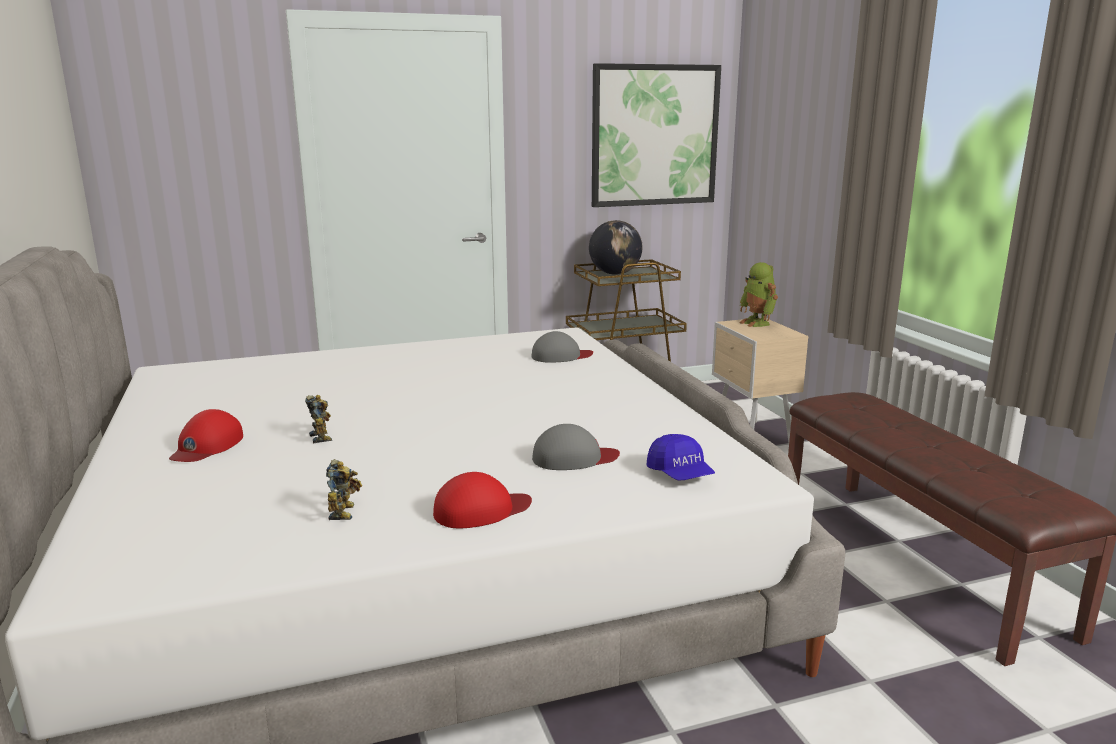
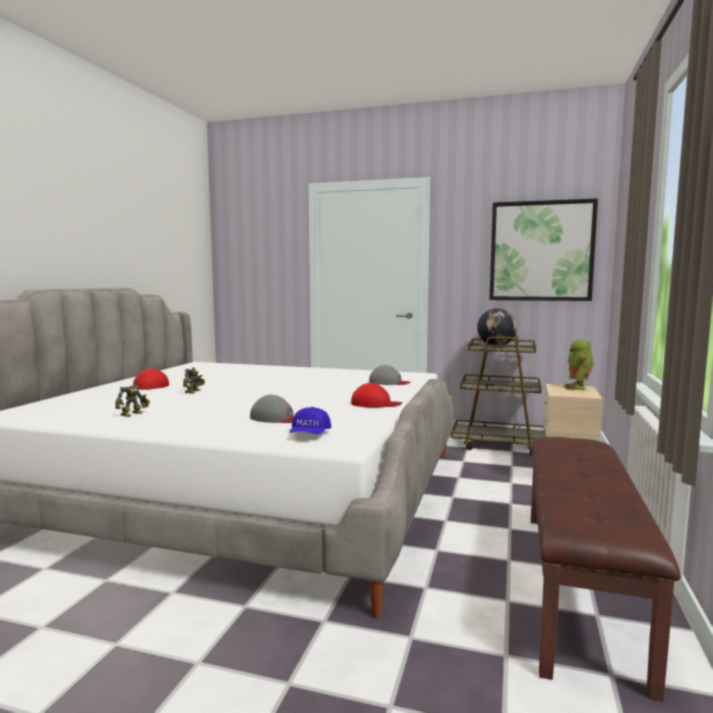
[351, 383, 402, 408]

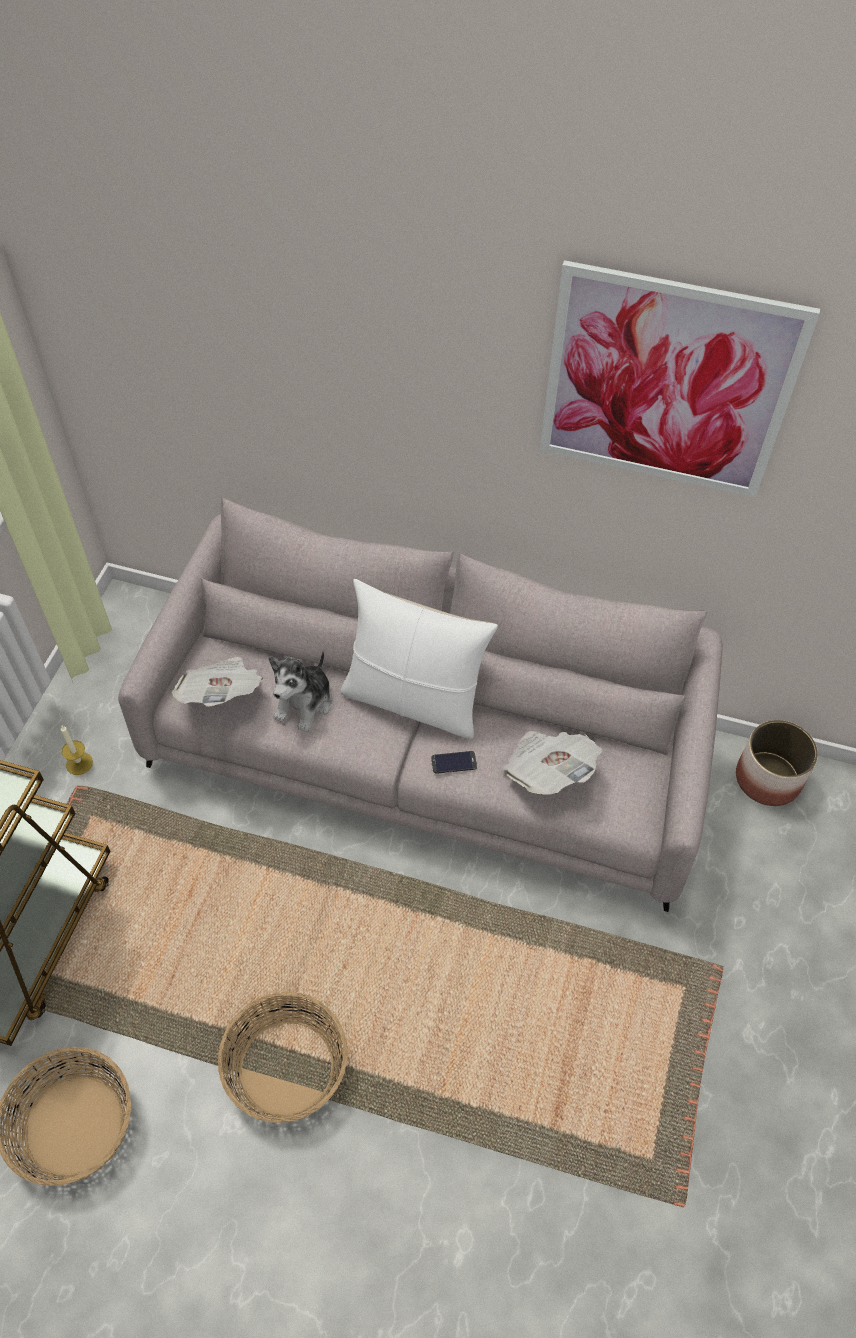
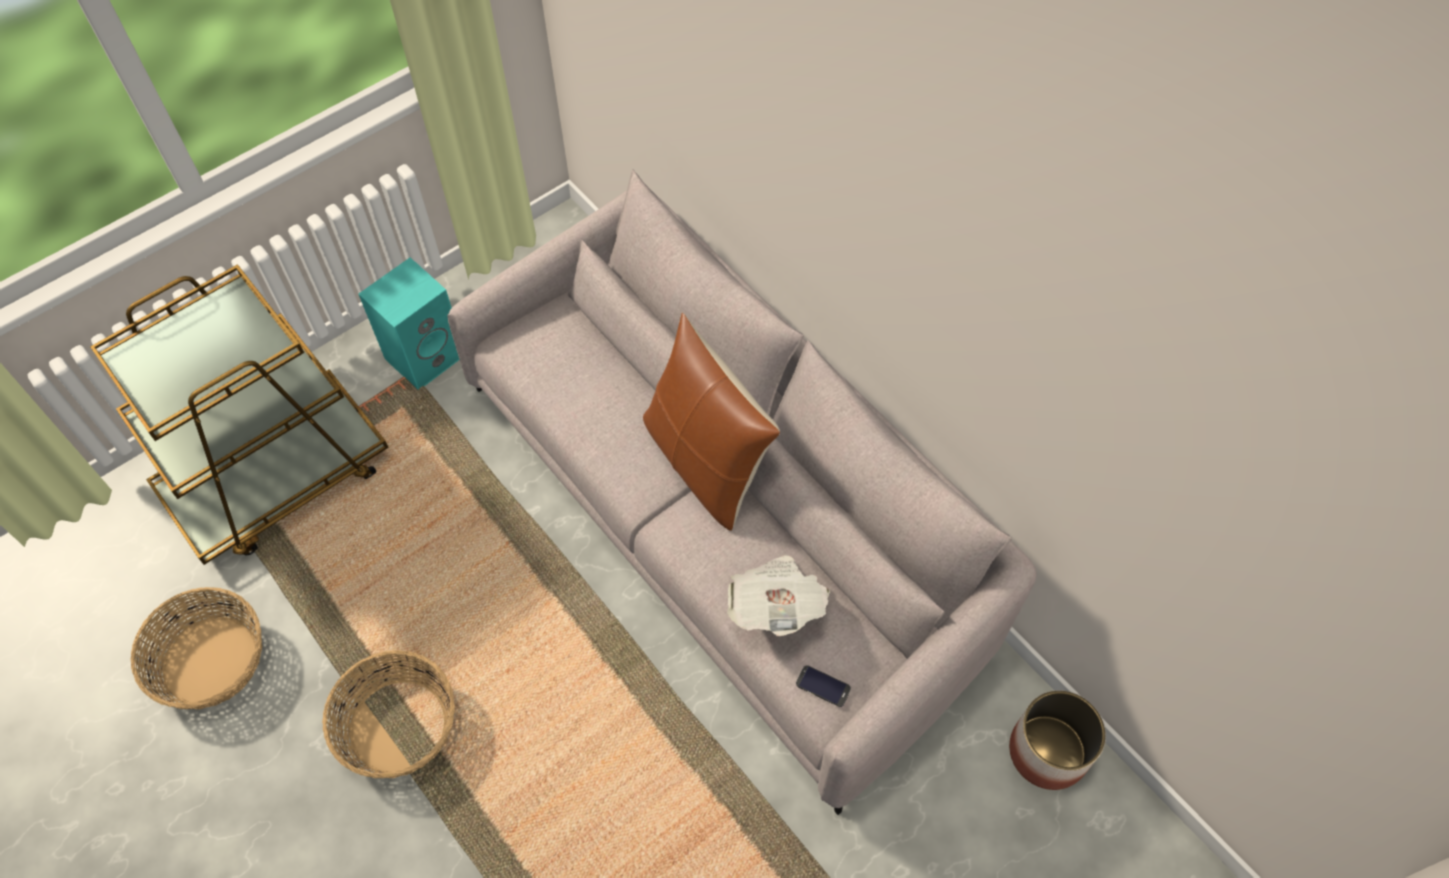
[540, 260, 820, 497] (first image)
[643, 313, 780, 531]
[269, 651, 332, 732] (first image)
[172, 657, 263, 707] (first image)
[359, 258, 459, 389]
[796, 665, 851, 707]

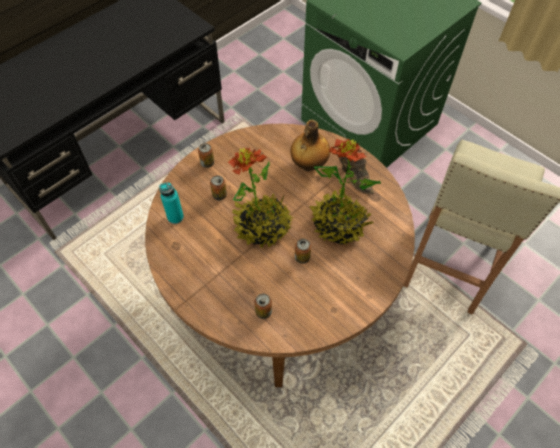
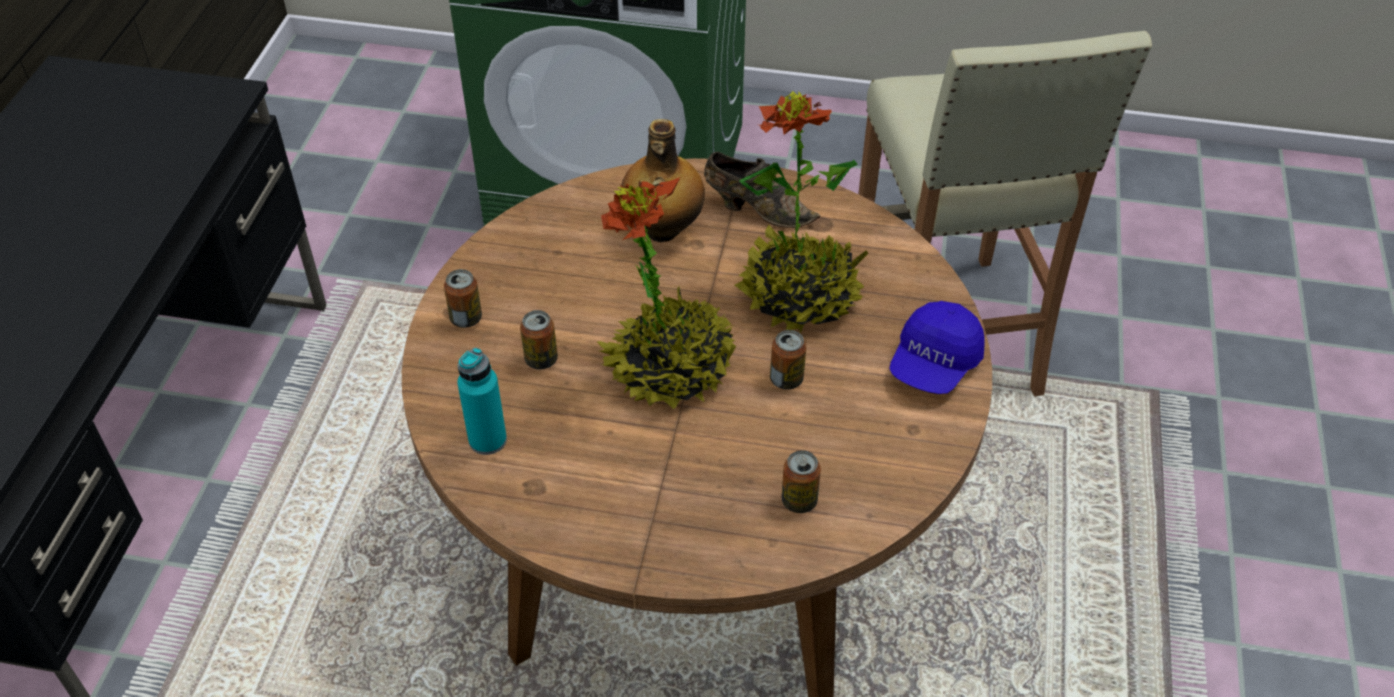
[889, 301, 984, 394]

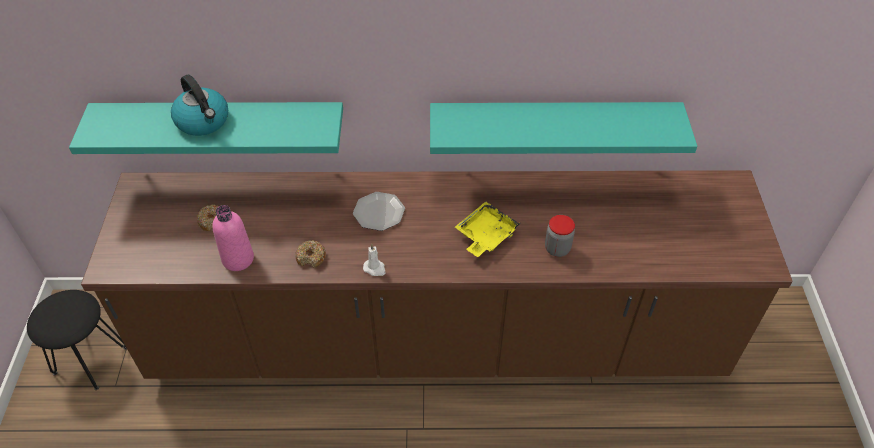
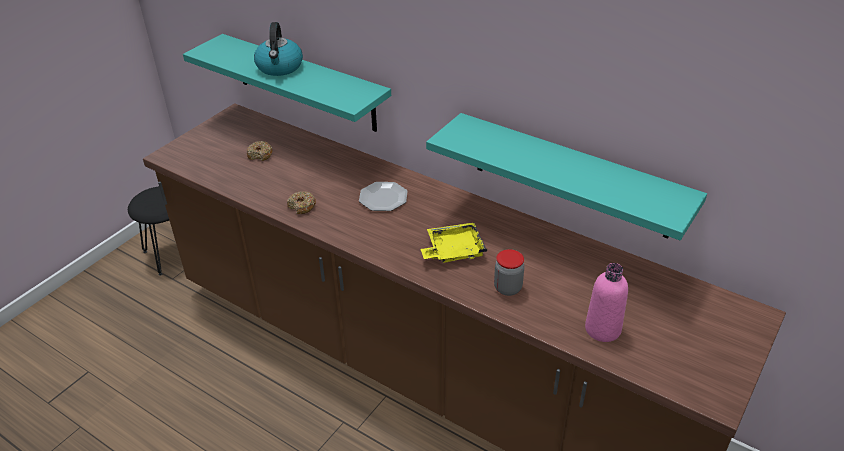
[585, 263, 628, 342]
[363, 244, 386, 276] (first image)

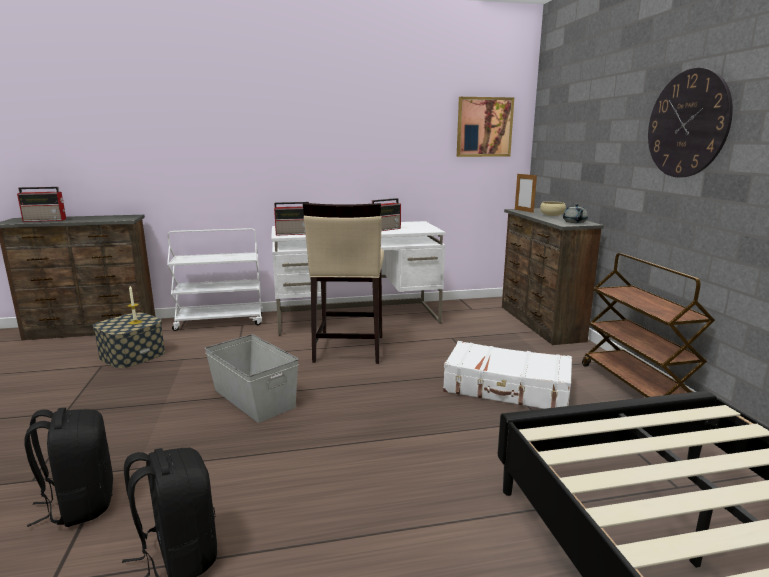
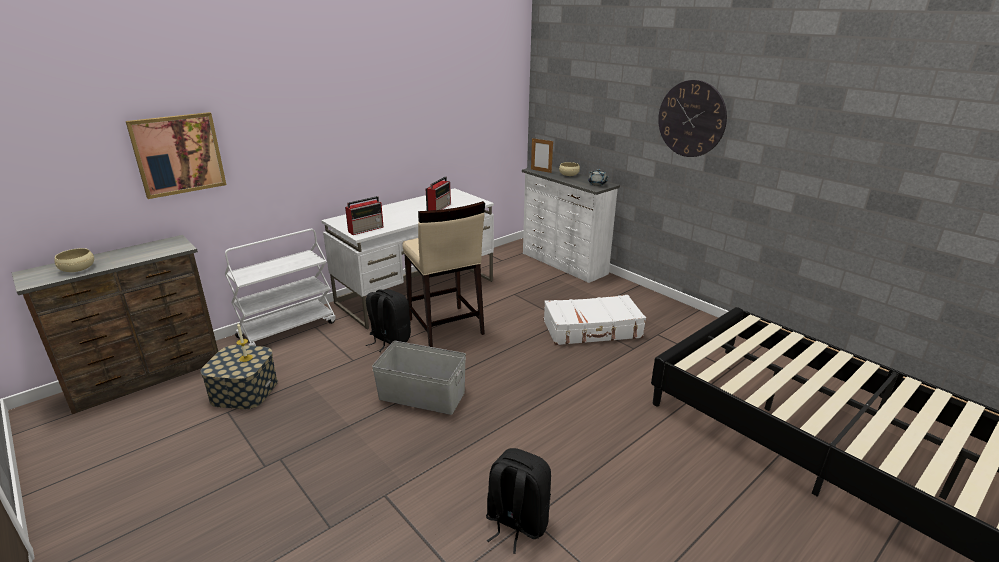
[126, 112, 226, 199]
[54, 248, 94, 272]
[522, 166, 620, 283]
[582, 253, 715, 397] (first image)
[366, 289, 411, 352]

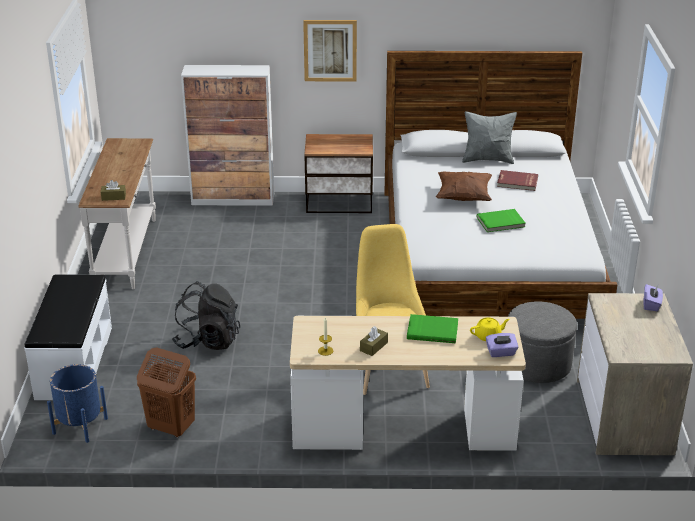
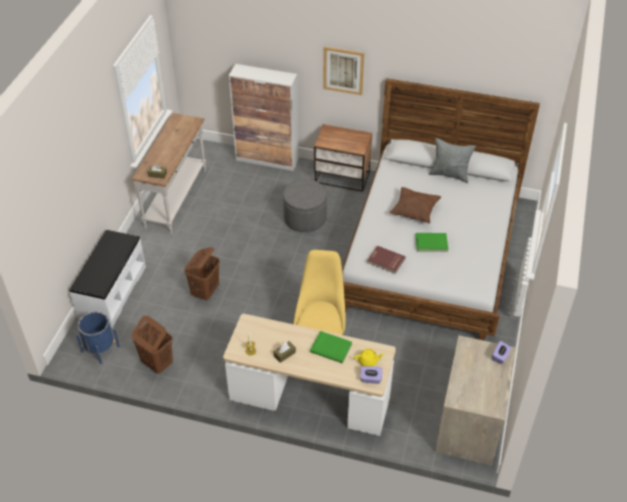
[367, 246, 406, 274]
[184, 247, 220, 300]
[283, 179, 327, 232]

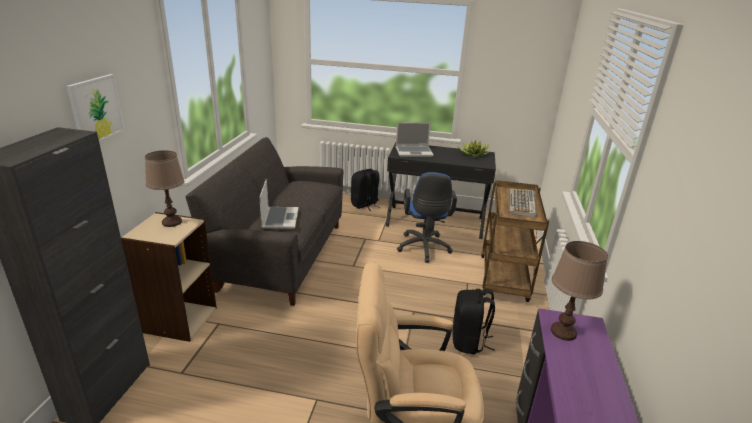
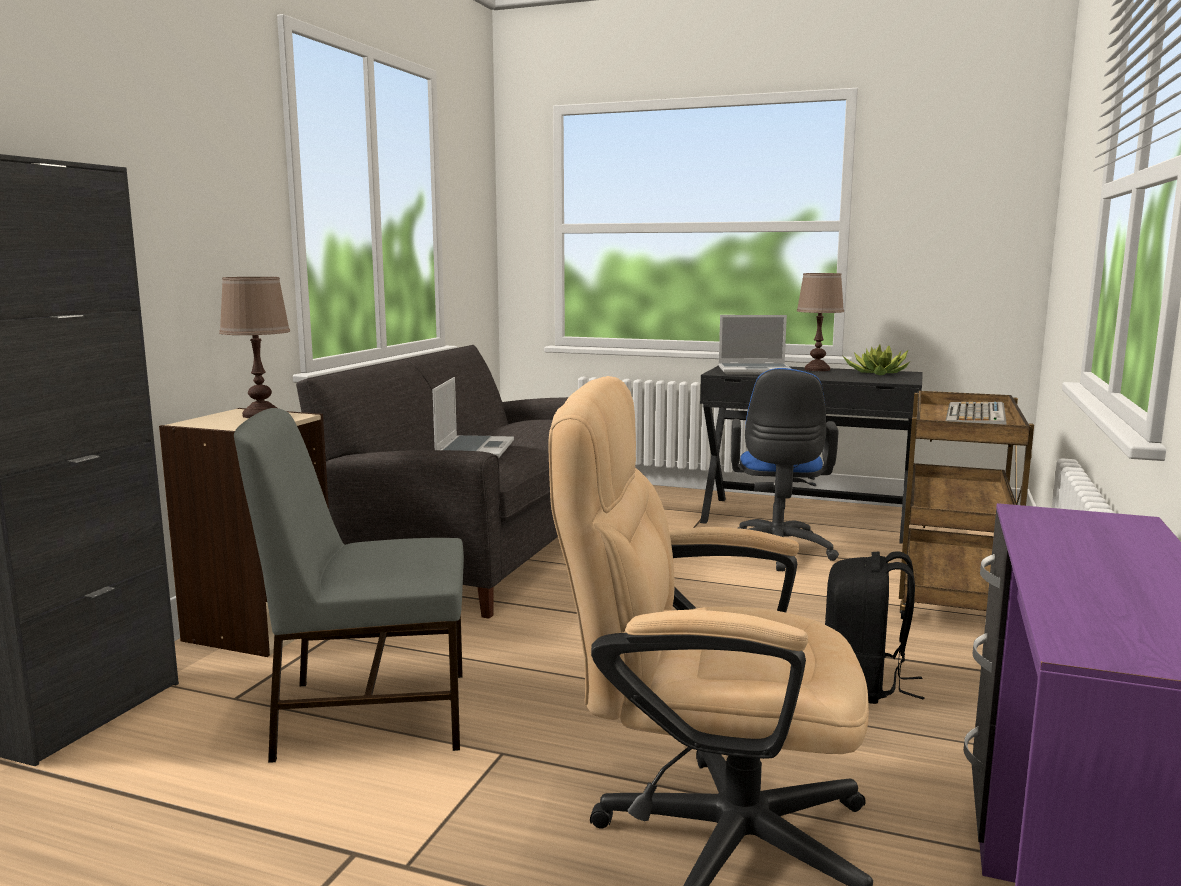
[66, 74, 125, 141] (first image)
[351, 169, 381, 211] (first image)
[797, 273, 844, 371]
[234, 408, 464, 763]

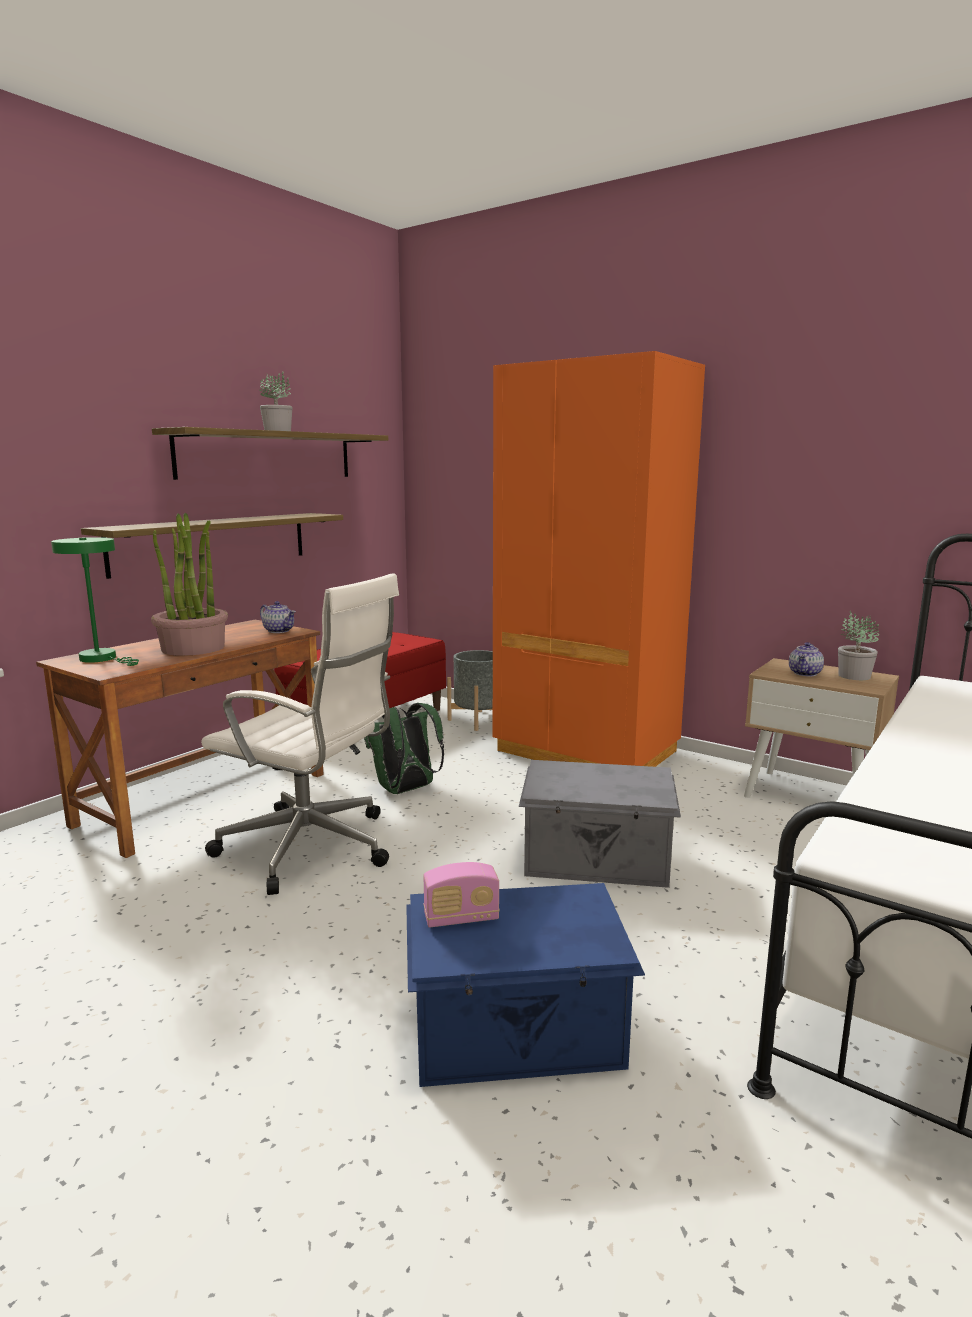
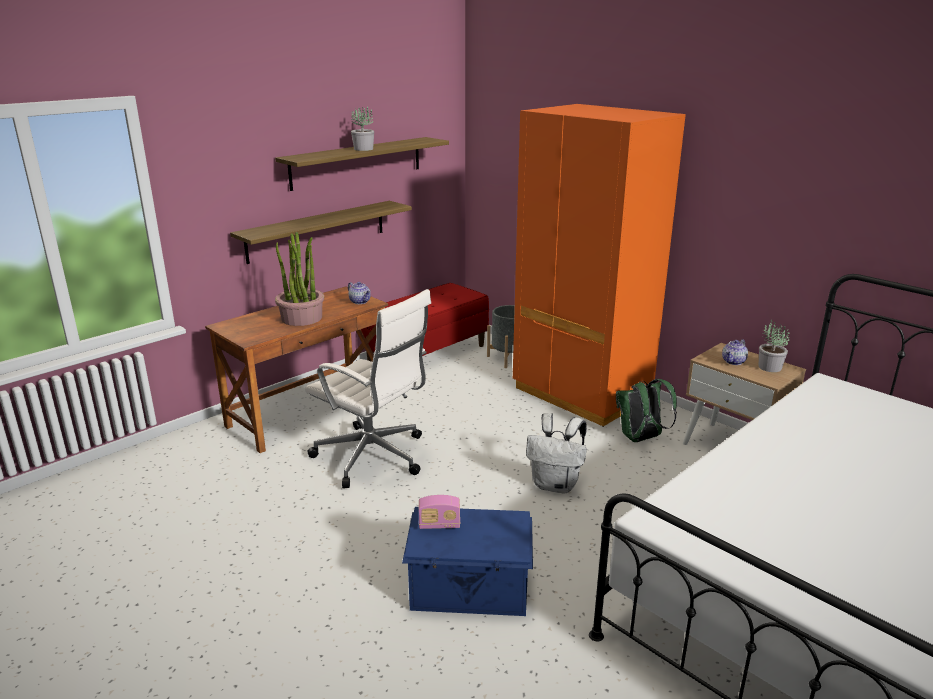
[51, 537, 139, 666] (first image)
[616, 379, 677, 442]
[526, 413, 587, 493]

